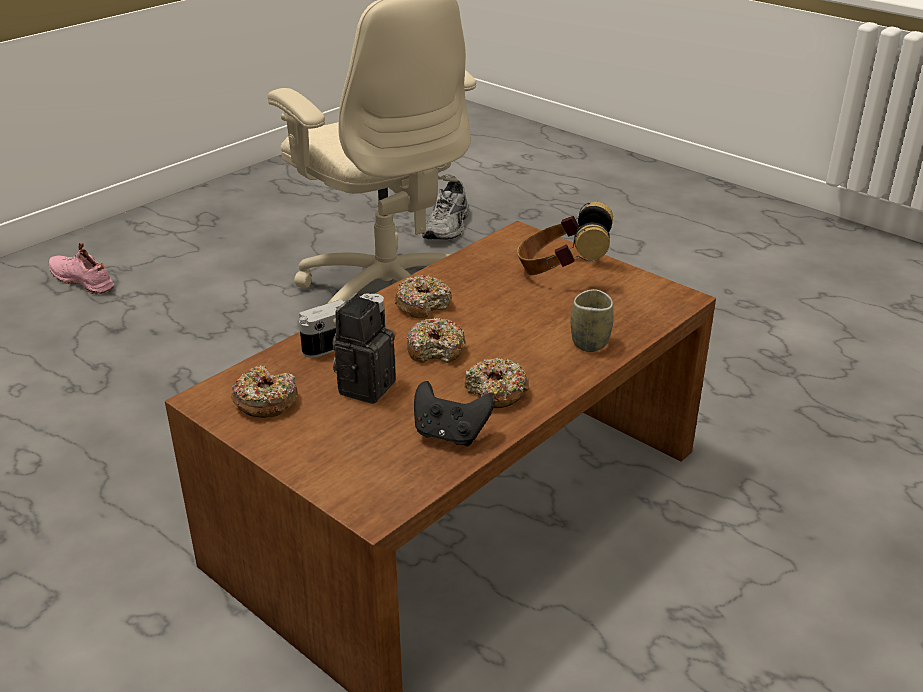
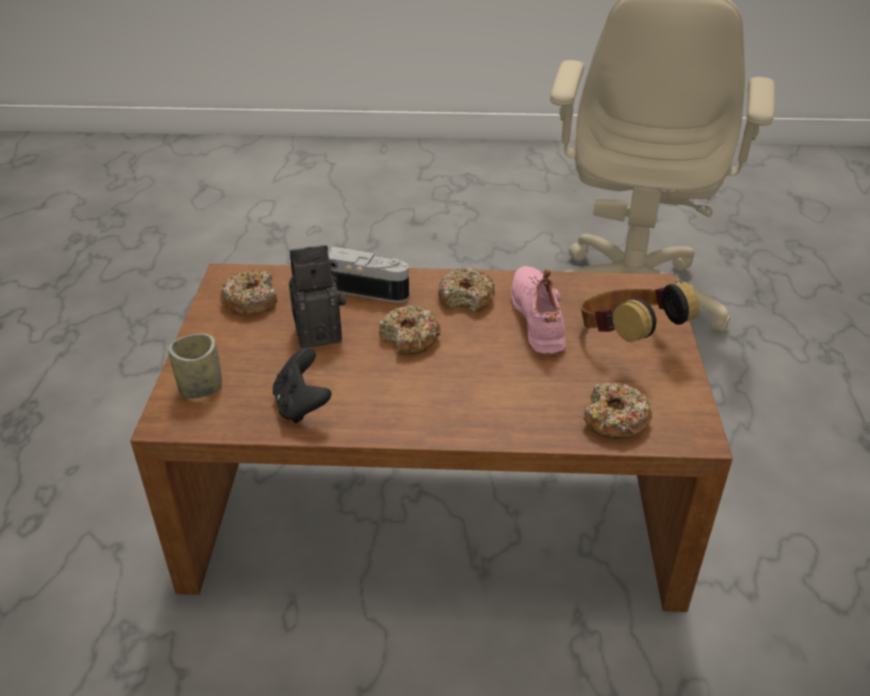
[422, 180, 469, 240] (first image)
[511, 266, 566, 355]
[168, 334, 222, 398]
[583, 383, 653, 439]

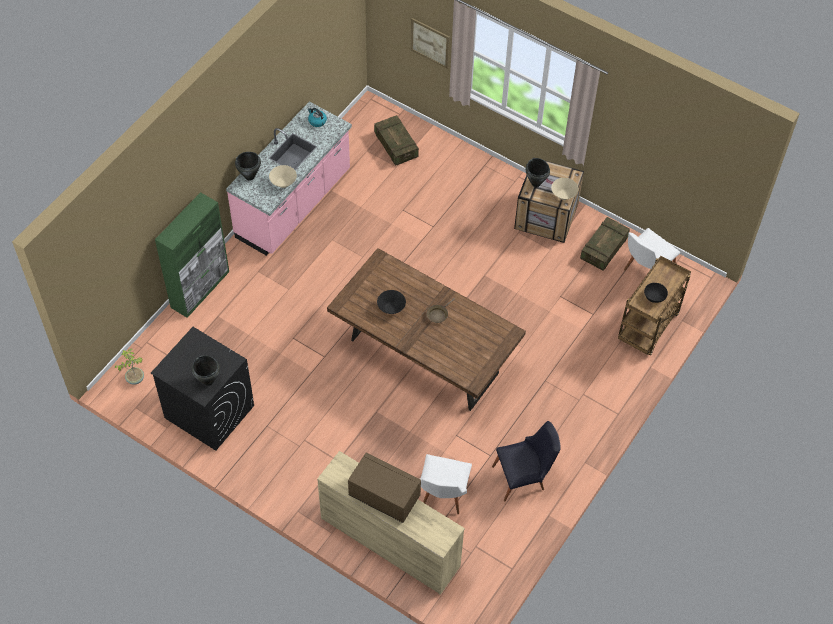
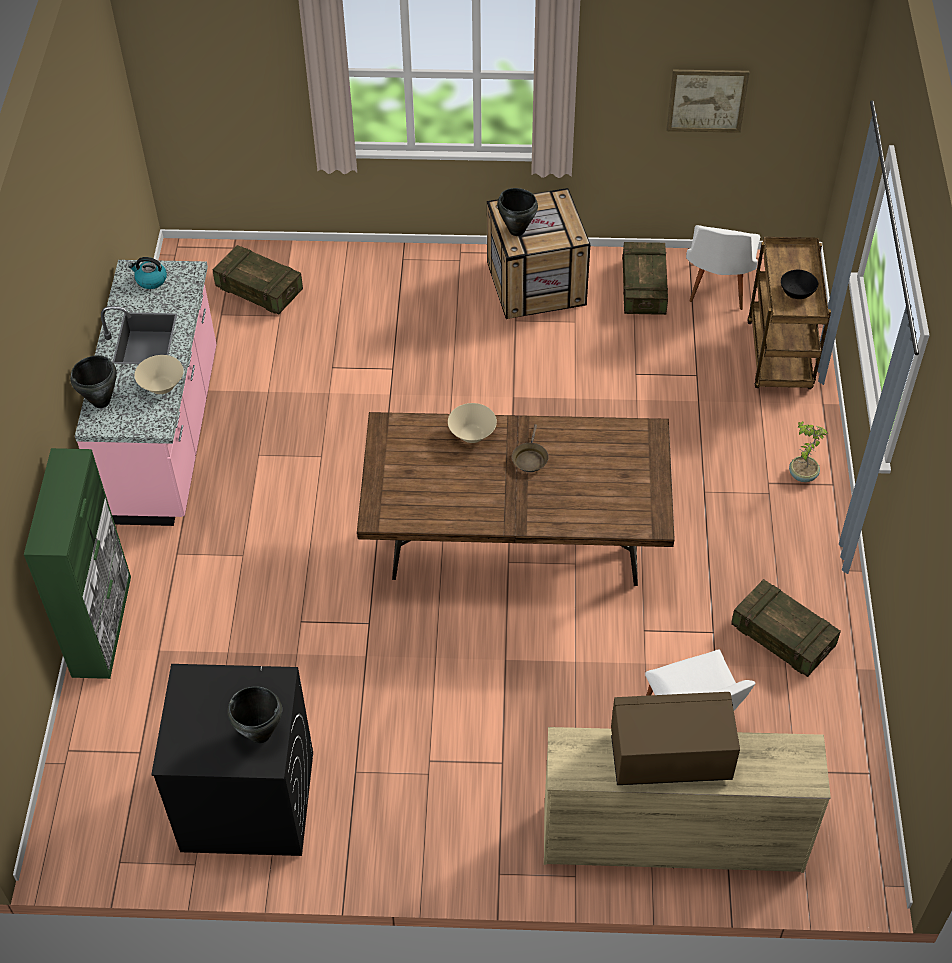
[667, 70, 749, 133]
[448, 403, 497, 443]
[377, 290, 406, 314] (first image)
[789, 422, 828, 482]
[731, 579, 840, 677]

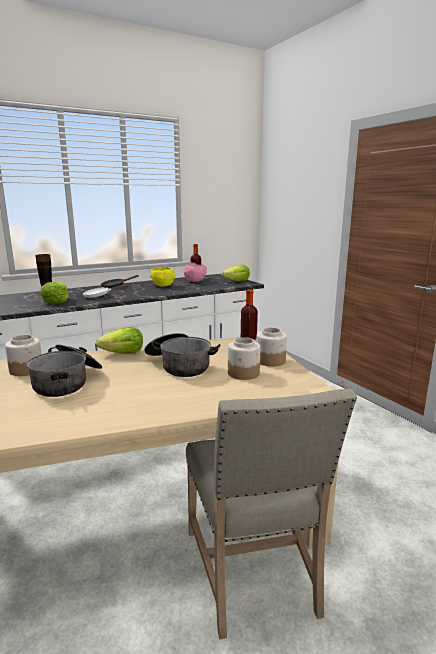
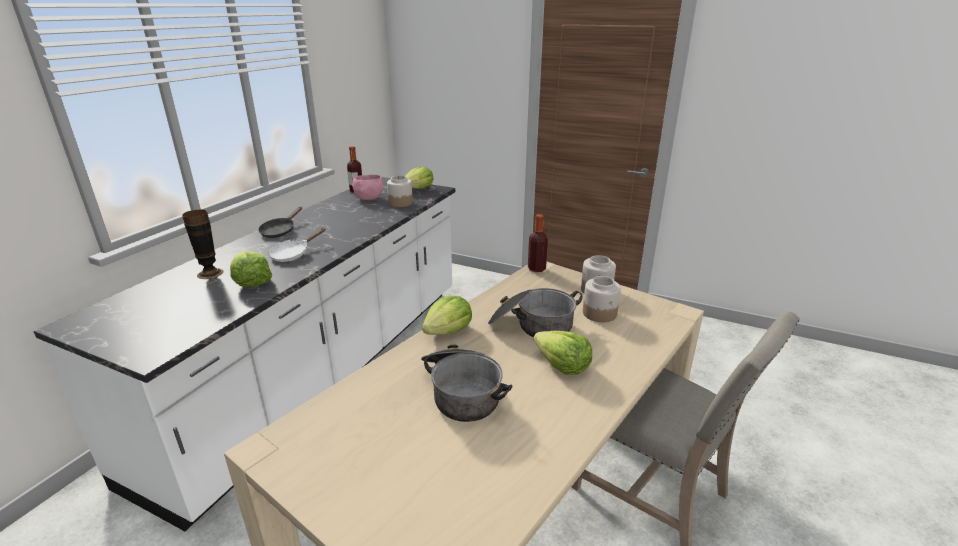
[150, 267, 176, 287] (first image)
[387, 176, 413, 207]
[533, 331, 592, 375]

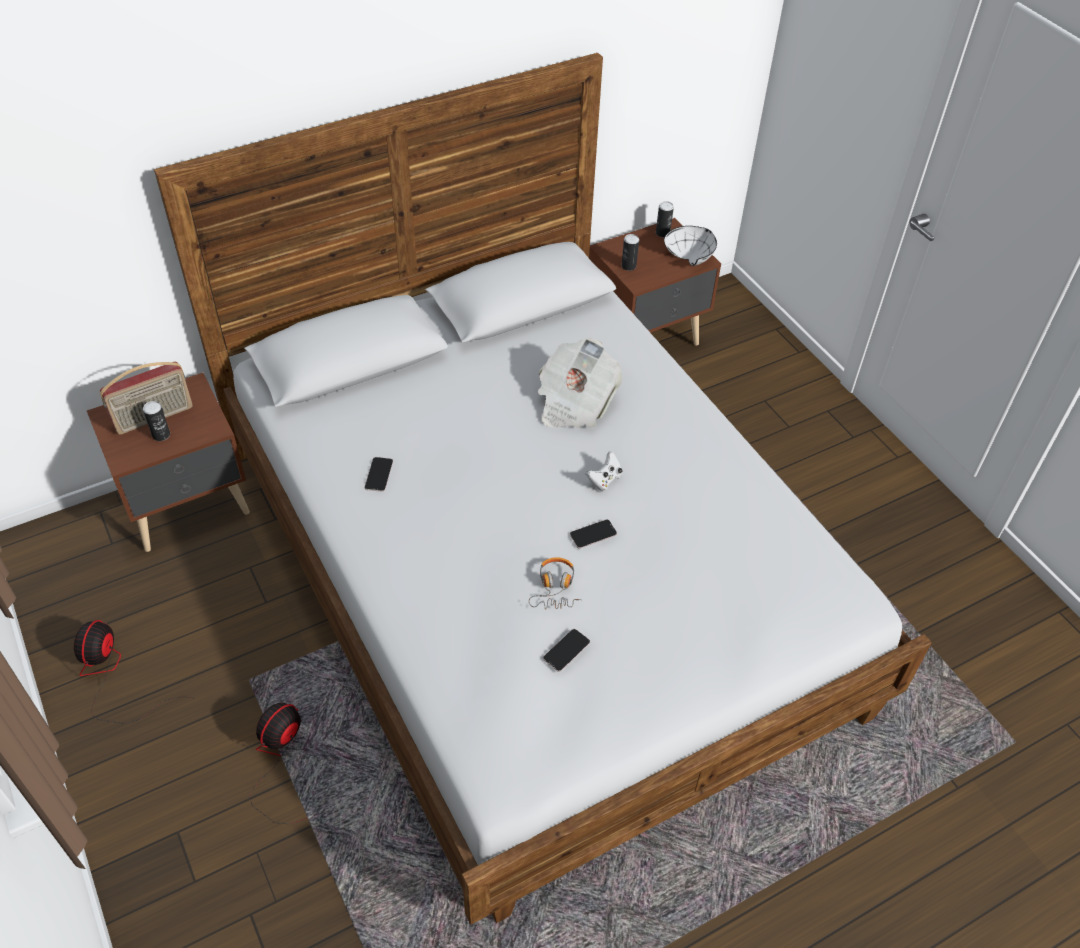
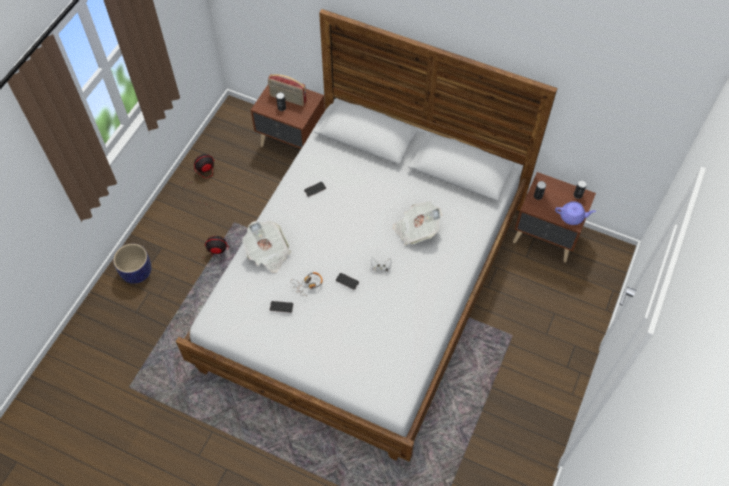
[555, 201, 596, 225]
[242, 221, 291, 273]
[113, 244, 151, 284]

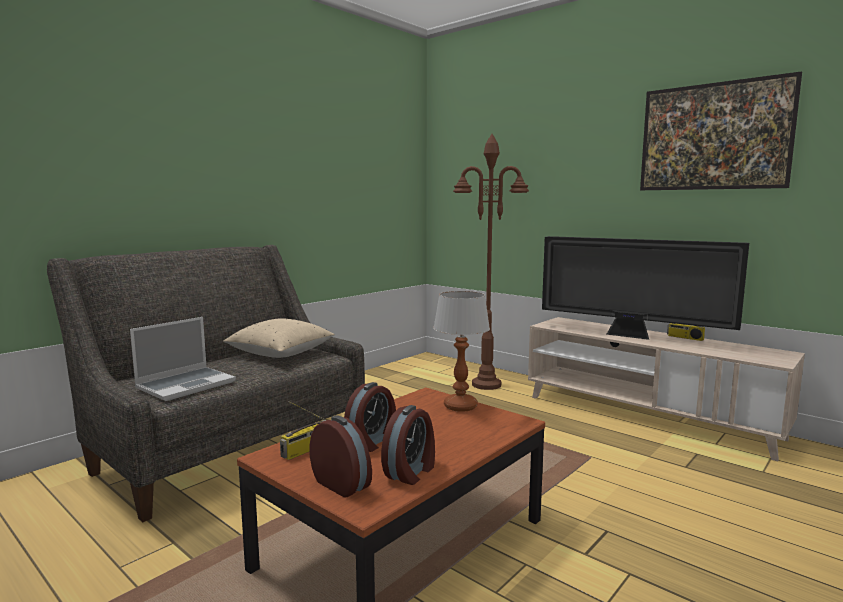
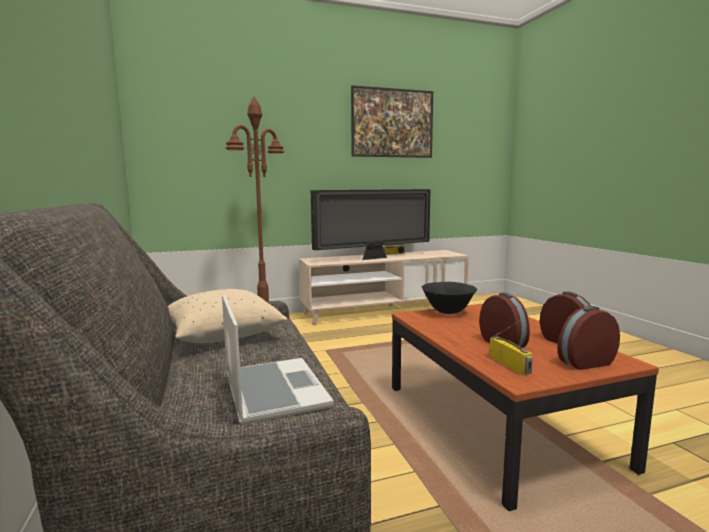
[422, 282, 477, 314]

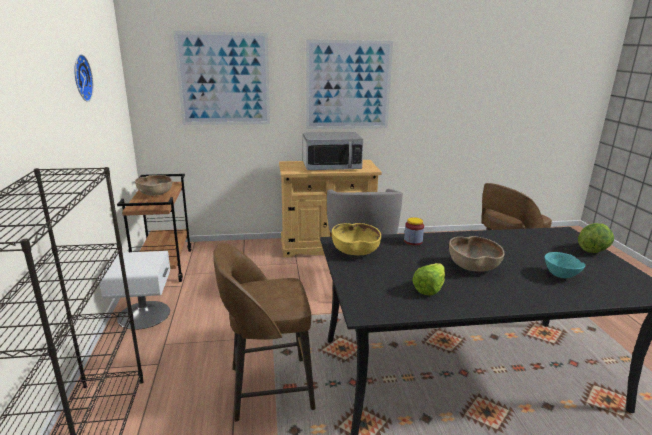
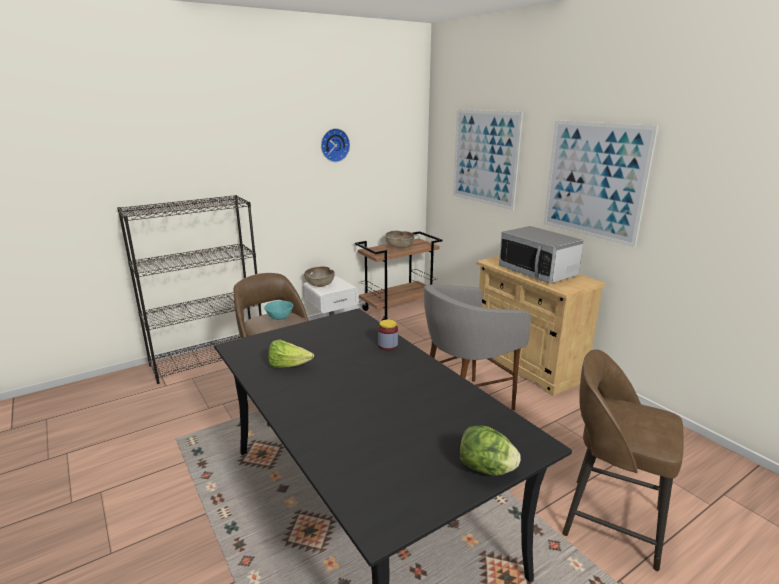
[332, 223, 381, 255] (first image)
[304, 266, 335, 287]
[264, 301, 293, 320]

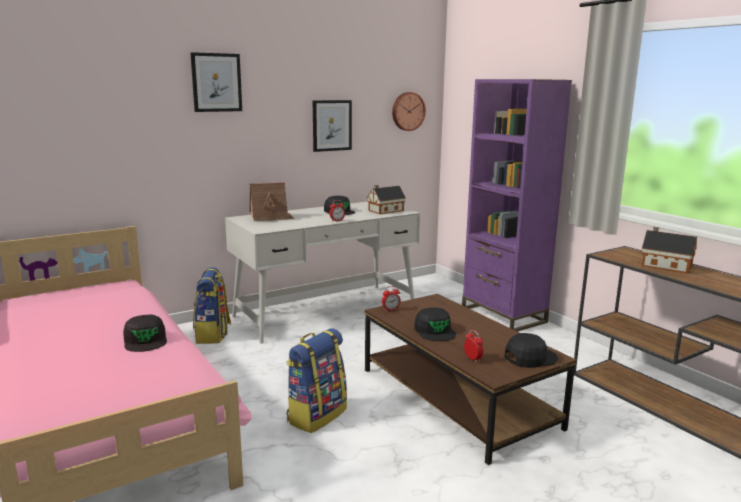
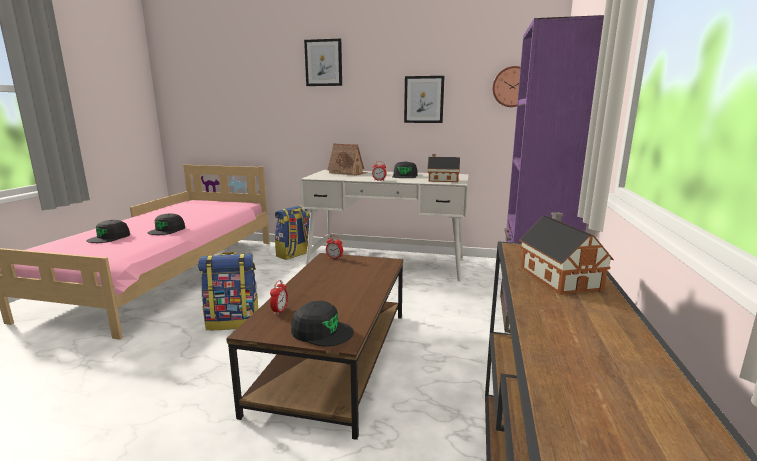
[87, 220, 130, 243]

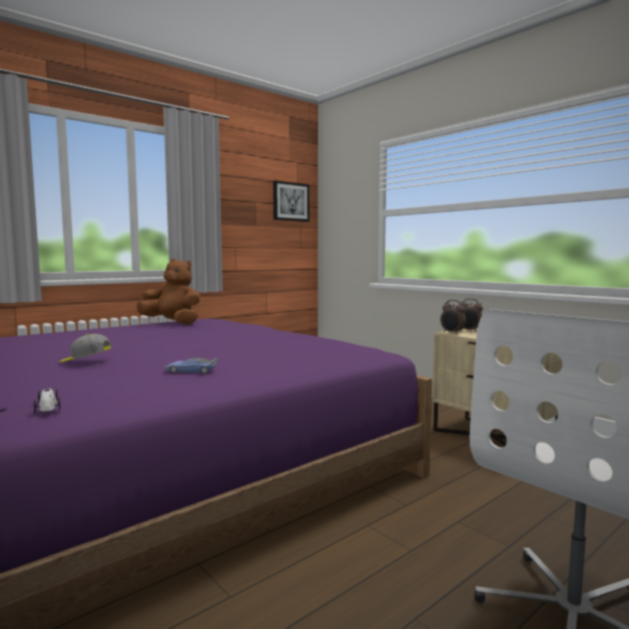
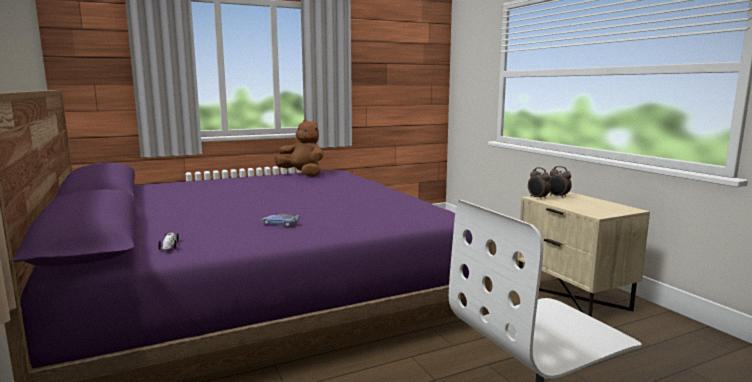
[273, 181, 309, 222] (first image)
[58, 334, 112, 362] (first image)

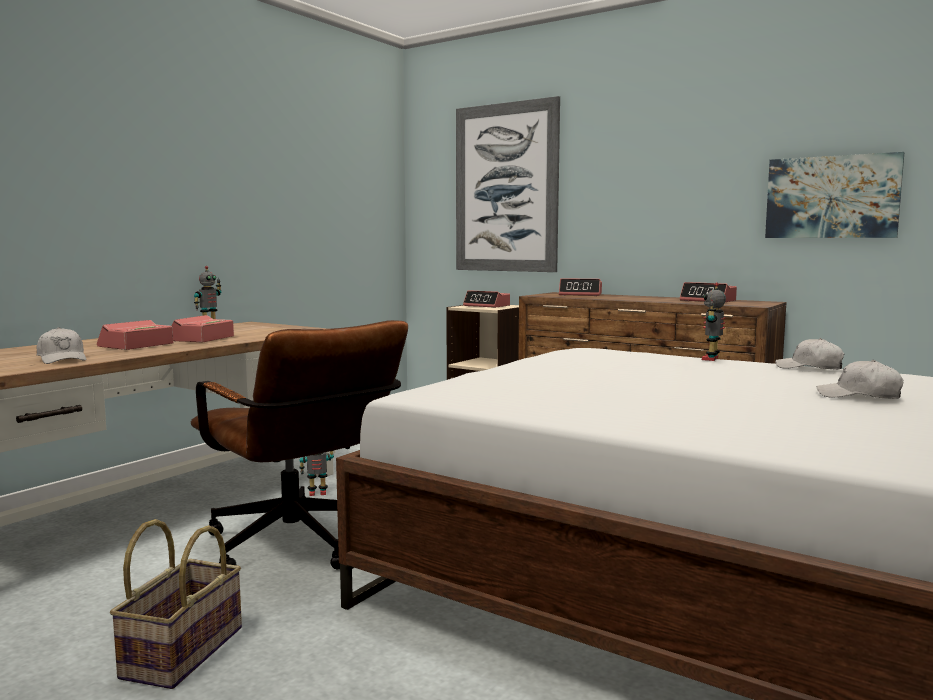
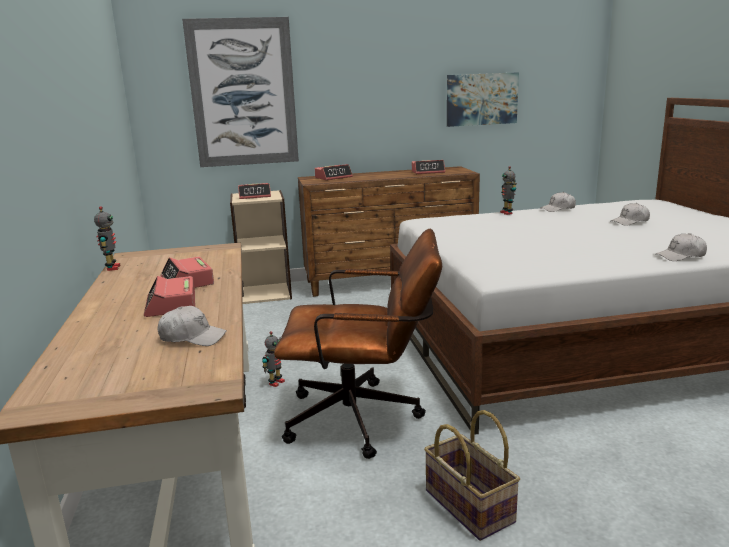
[655, 233, 707, 261]

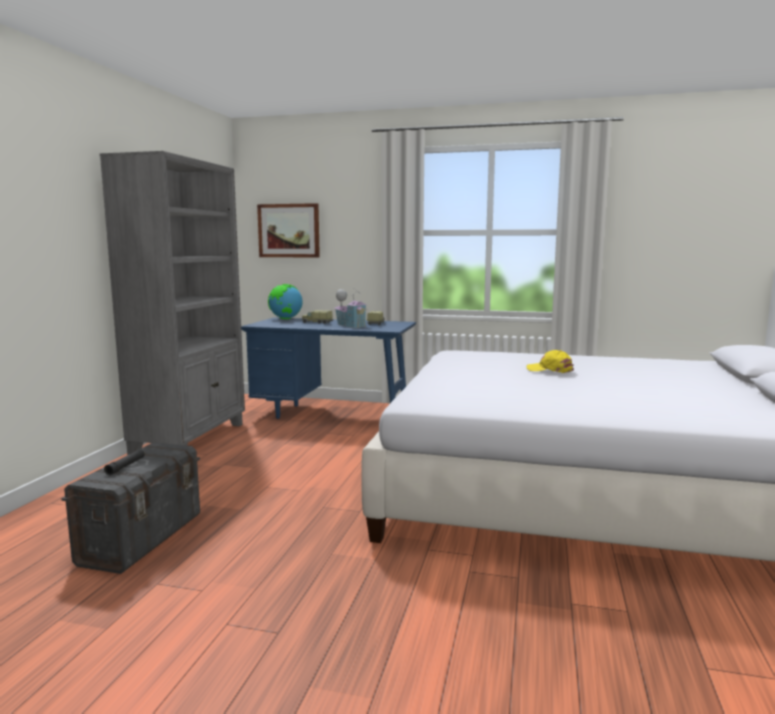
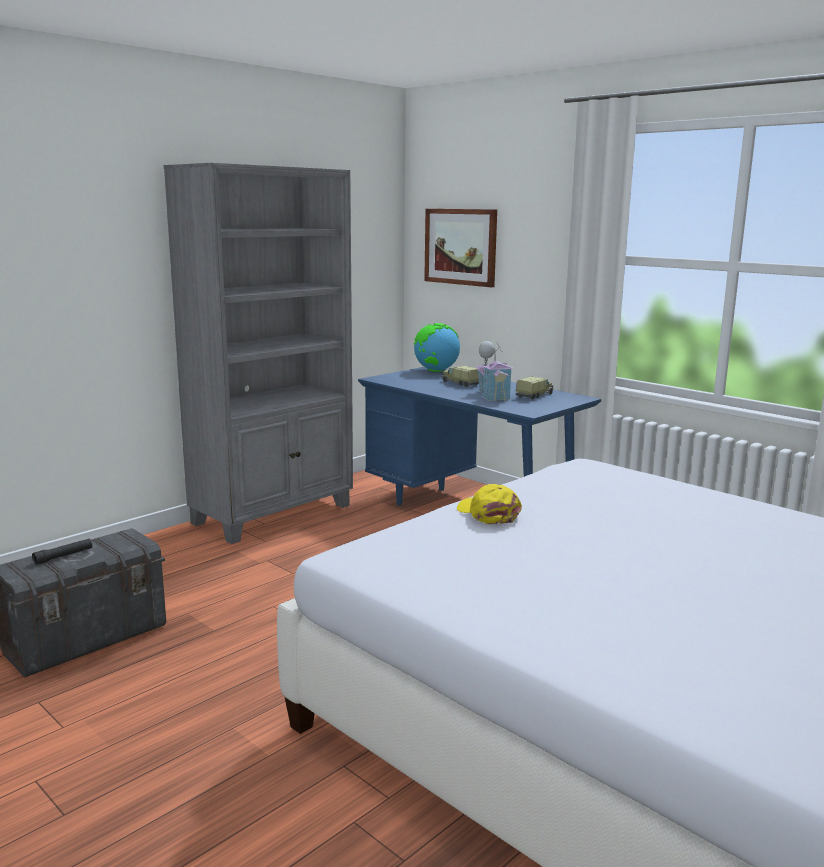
[457, 484, 522, 524]

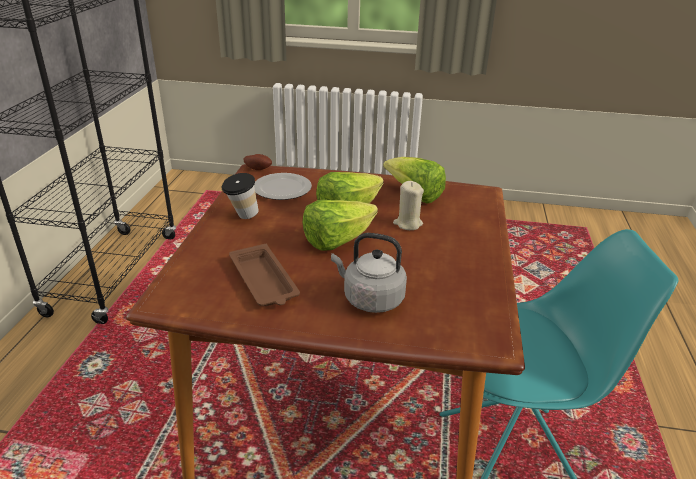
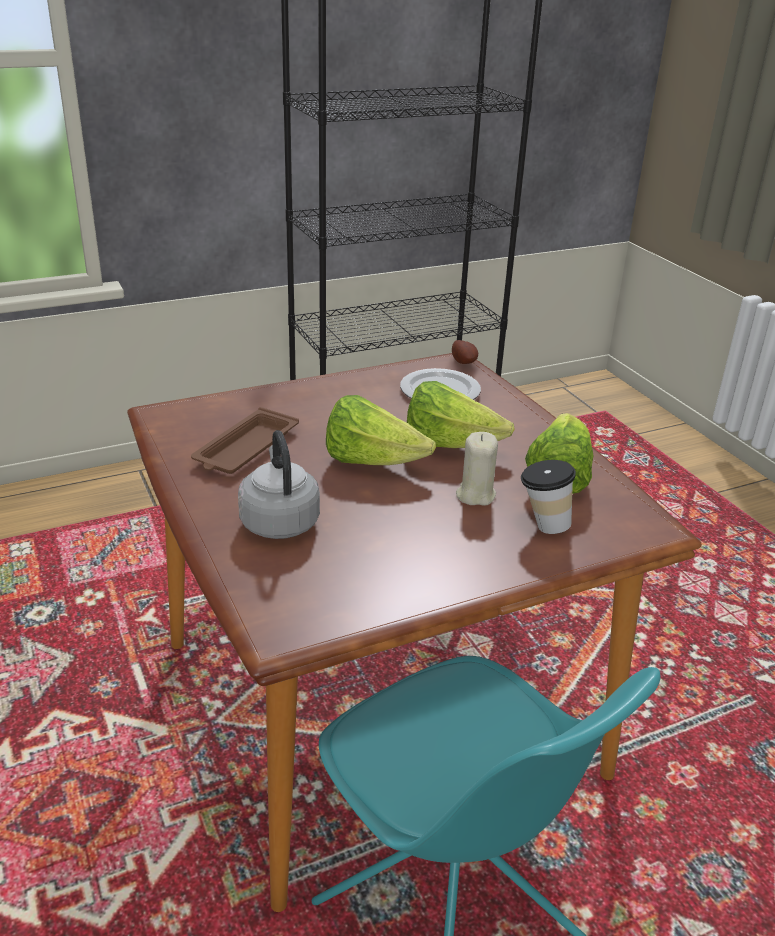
[521, 460, 576, 534]

